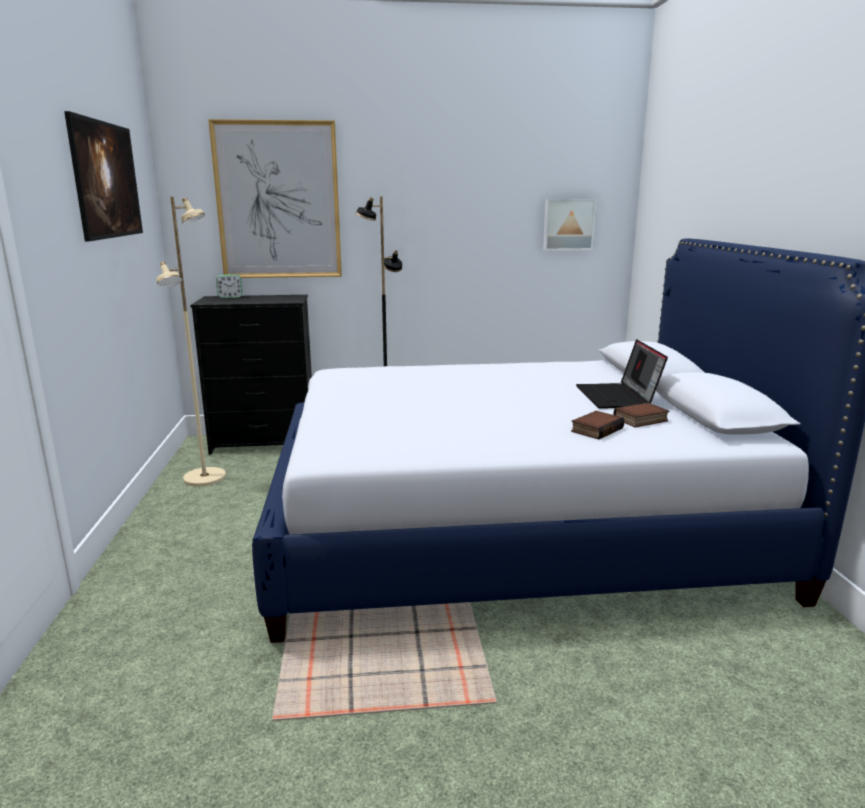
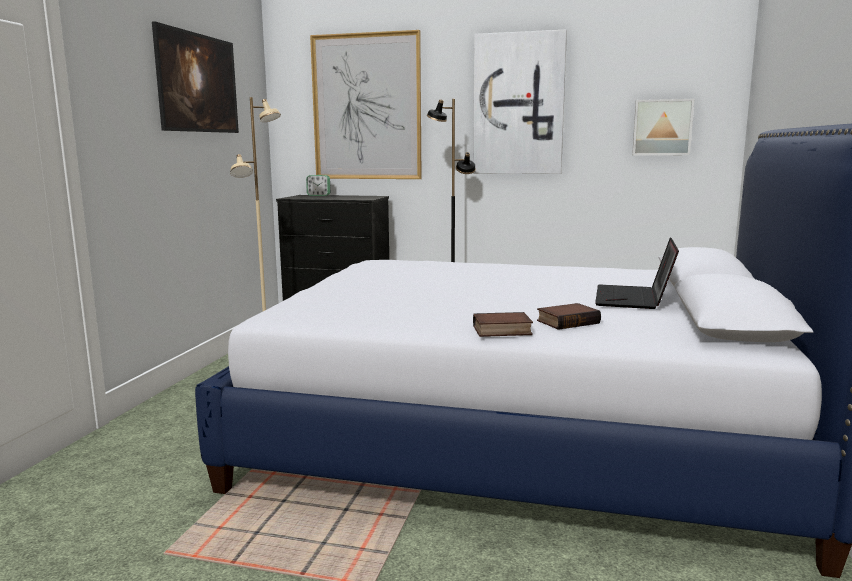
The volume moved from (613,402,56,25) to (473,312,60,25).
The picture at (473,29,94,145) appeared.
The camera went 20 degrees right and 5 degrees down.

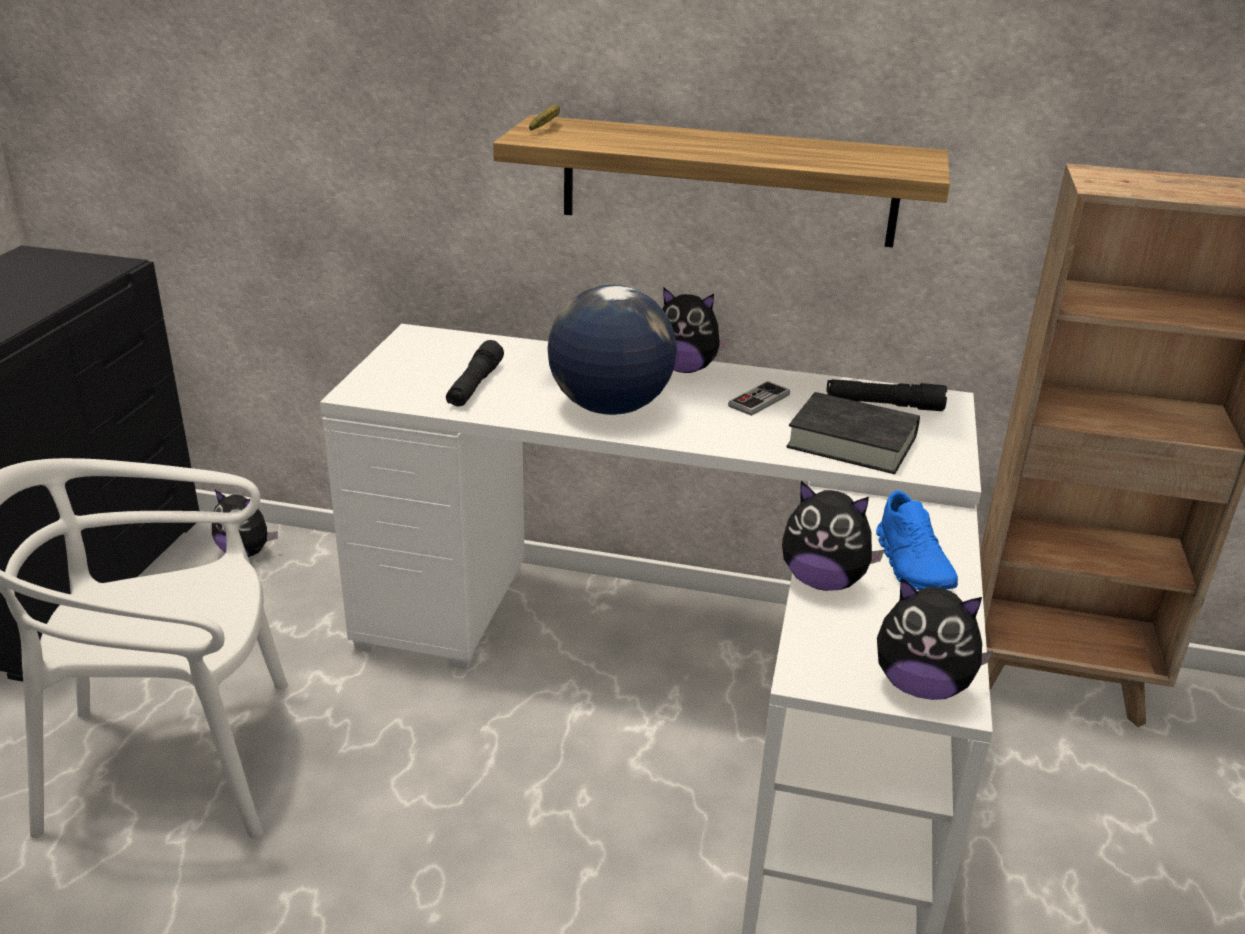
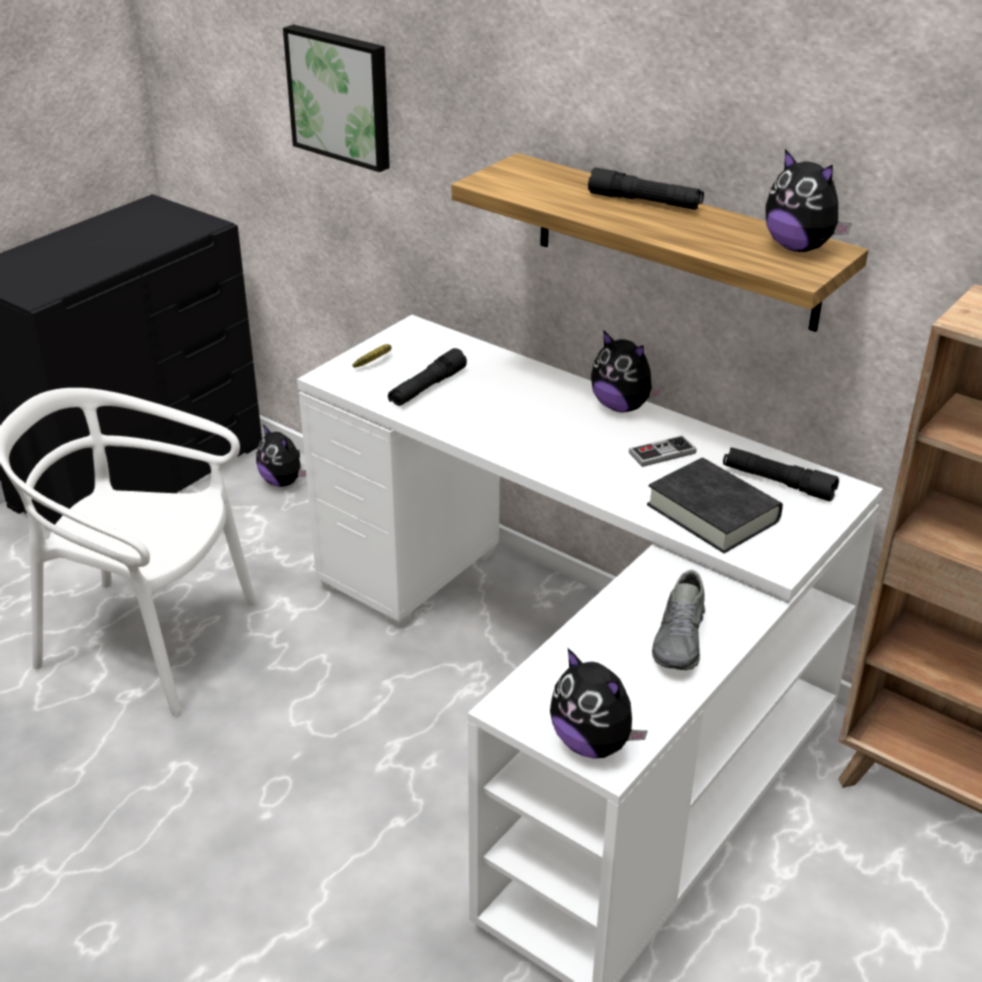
The whole banana moved from (529,105,31,26) to (352,344,40,24).
The world globe at (548,285,129,130) disappeared.
The plush toy moved from (782,481,103,110) to (765,149,87,103).
The blue-coloured shoe at (876,490,82,100) became the greyish shoe at (652,570,53,100).
The picture at (283,24,107,148) appeared.
The black-coloured torch at (588,167,116,43) appeared.
The camera went 25 degrees right and 5 degrees up.

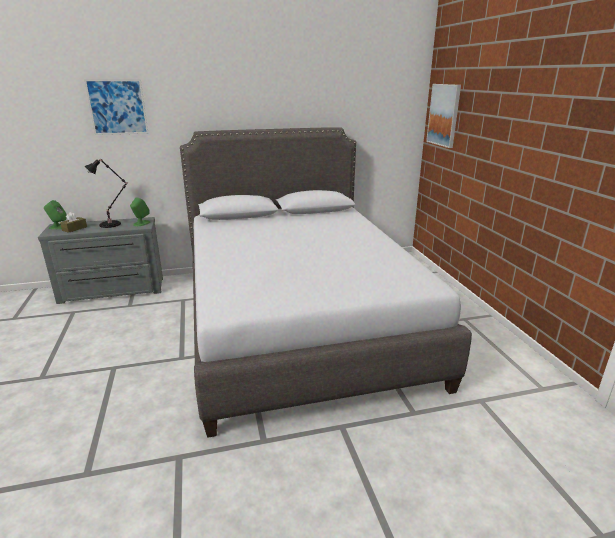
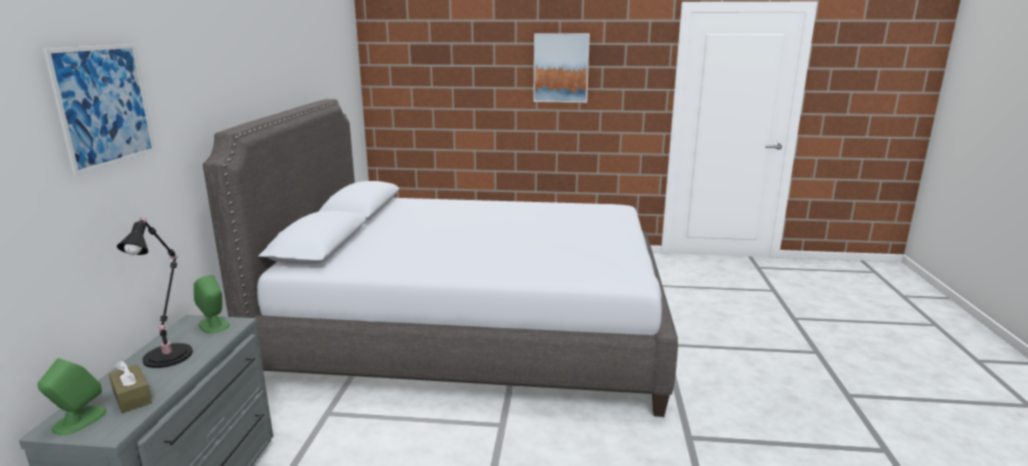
The picture moved from (426,84,35,64) to (533,33,57,70).
The camera went 70 degrees left and 5 degrees down.

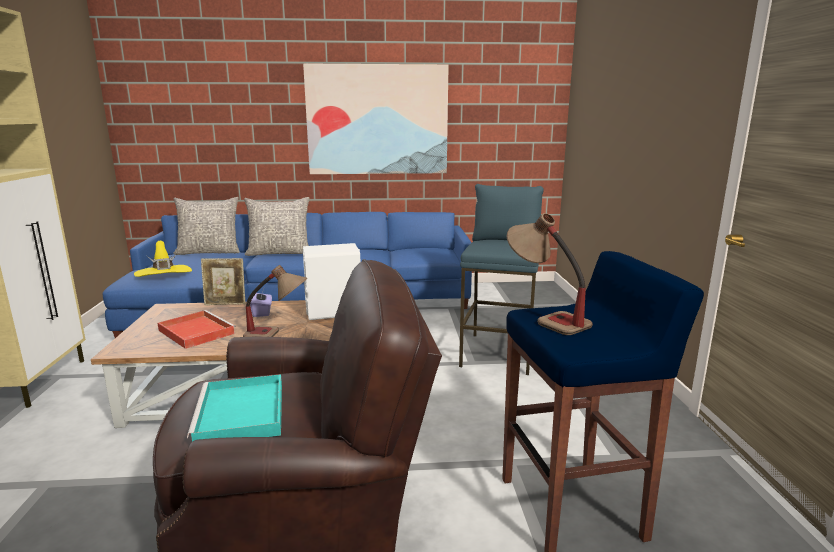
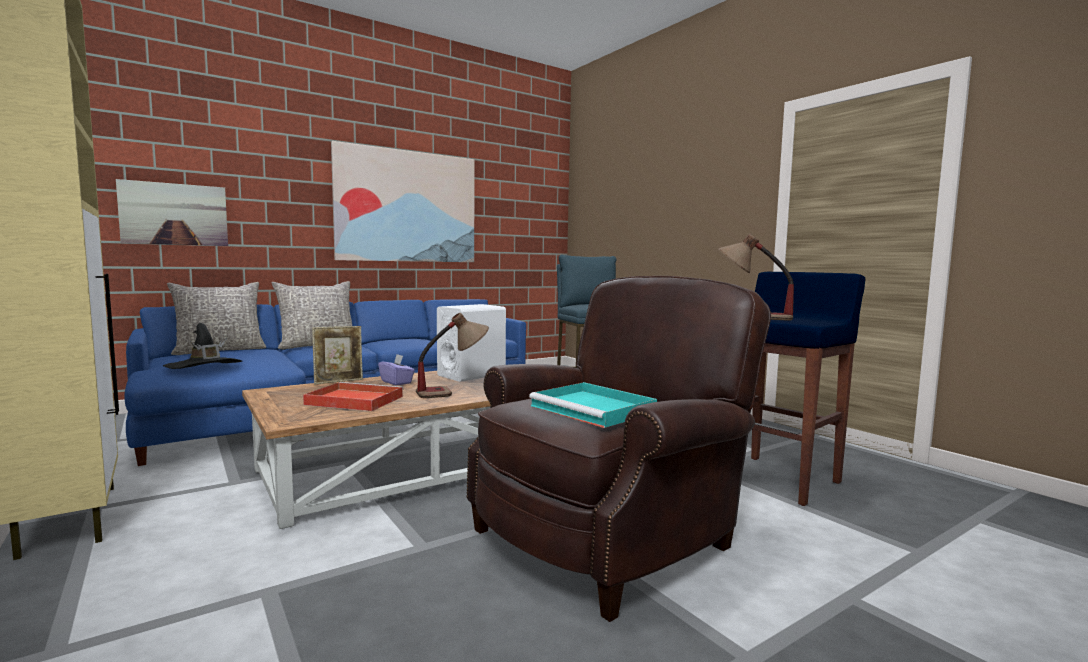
The yellow hat at (134,241,58,36) became the black-coloured hat at (163,323,79,46).
The picture at (116,179,112,67) appeared.
The camera went 30 degrees left and 10 degrees down.

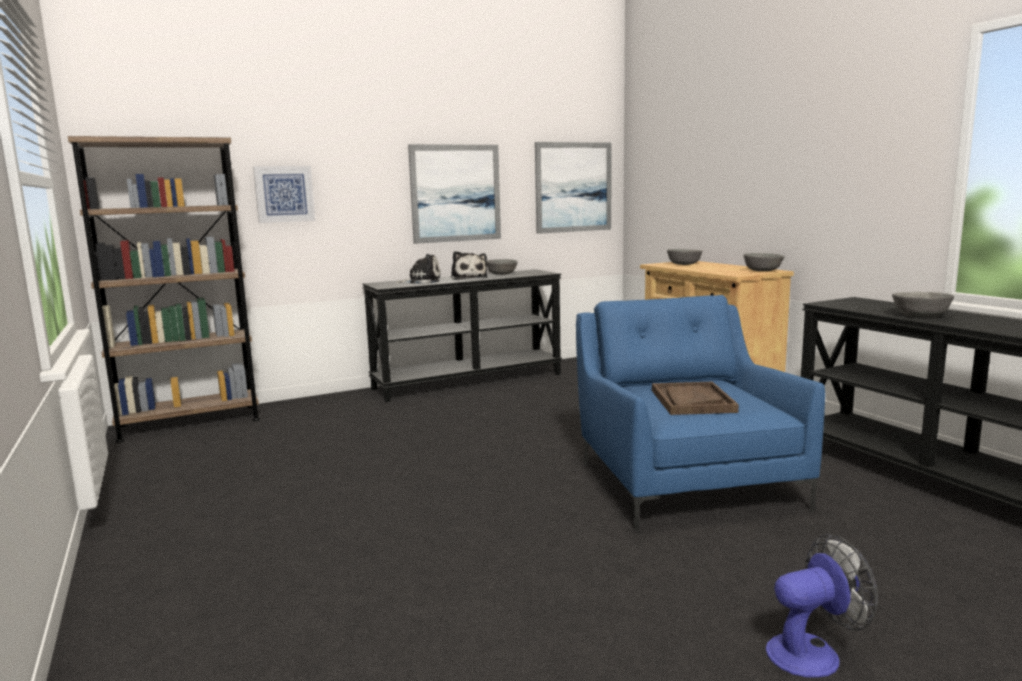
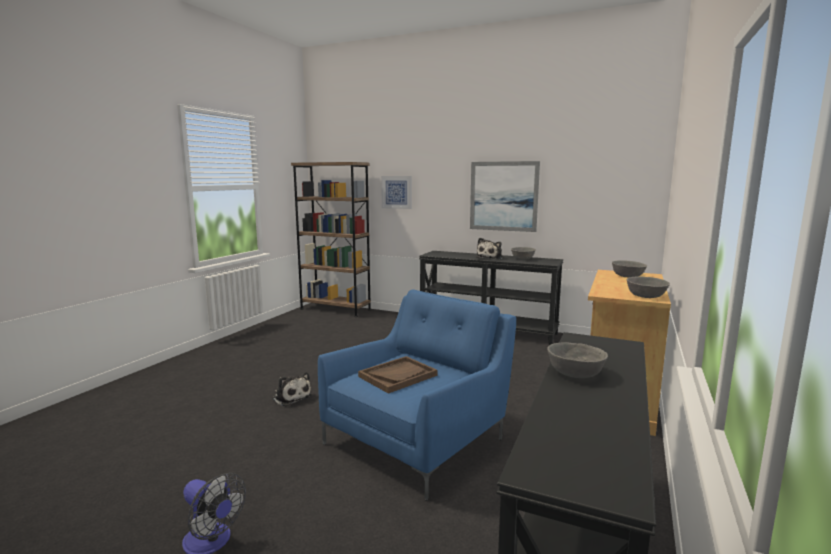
The plush toy moved from (396,254,45,30) to (273,372,39,34).
The picture at (535,142,77,92) disappeared.
The camera went 50 degrees right and 0 degrees up.

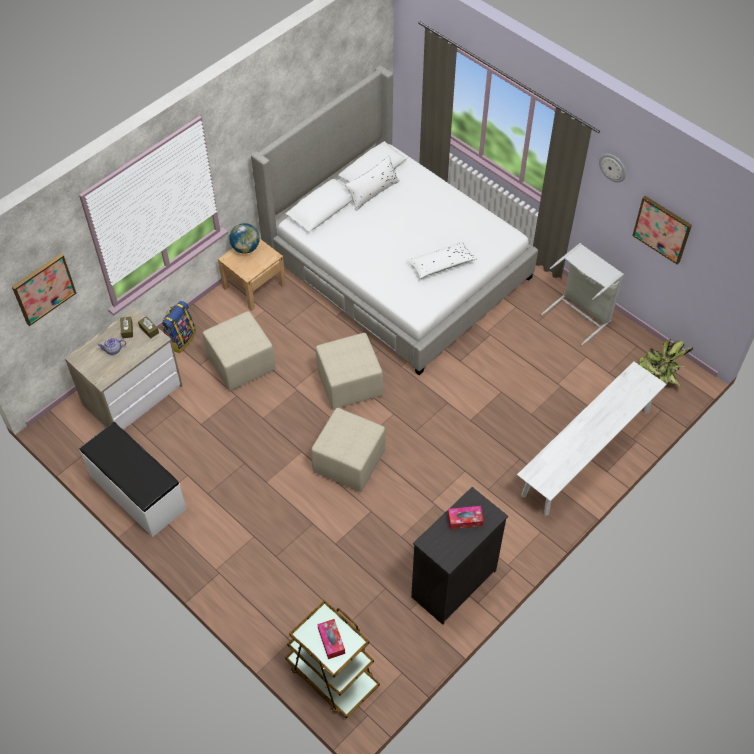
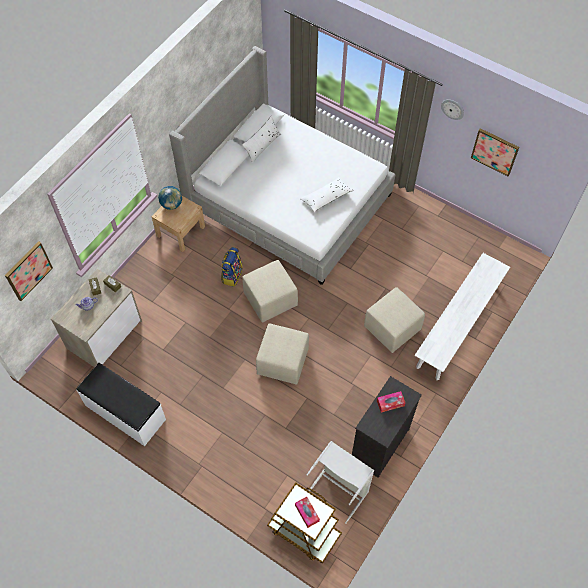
The knapsack moved from (162,301,34,52) to (221,247,22,40).
The sand-coloured pouffe moved from (203,311,73,80) to (364,287,61,66).
The greyish washing basket moved from (541,243,83,102) to (306,441,68,83).
The plant in a pot at (639,339,54,49) disappeared.
The camera went 10 degrees left and 5 degrees up.

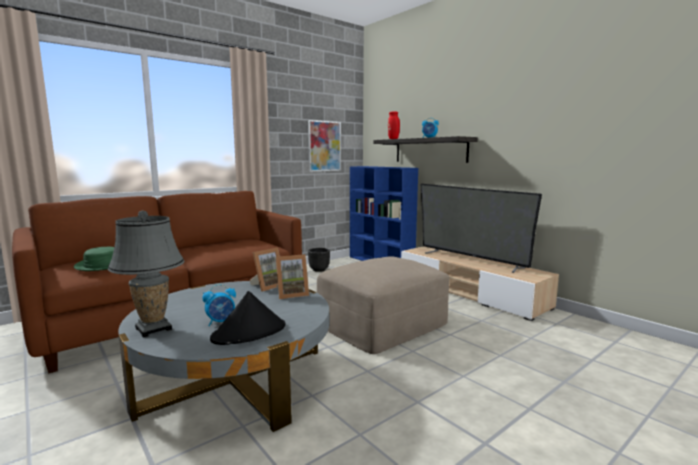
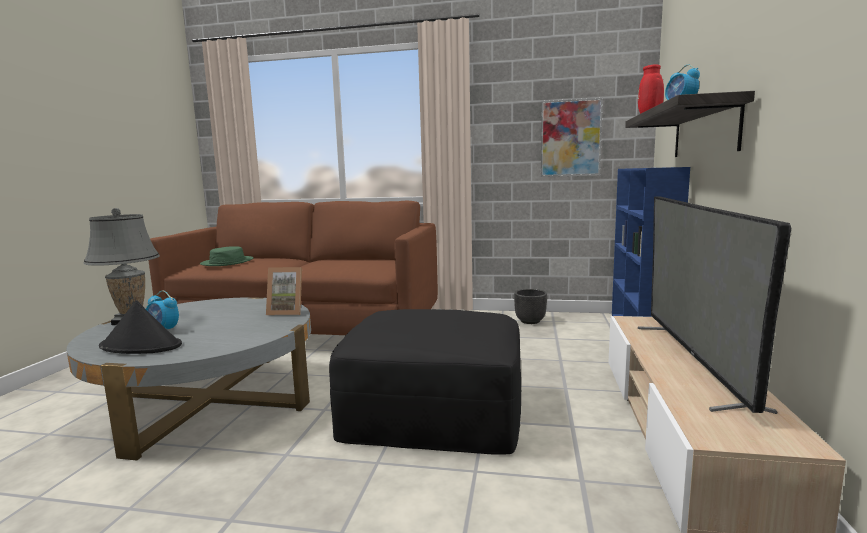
The photo frame at (276,254,33,45) disappeared.
The sand-coloured pouffe at (317,256,132,98) became the black-coloured pouffe at (329,309,192,146).
The camera went 50 degrees right and 0 degrees up.

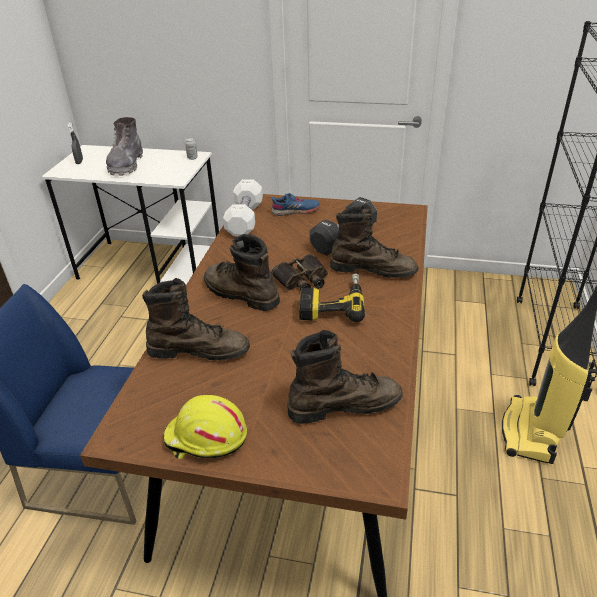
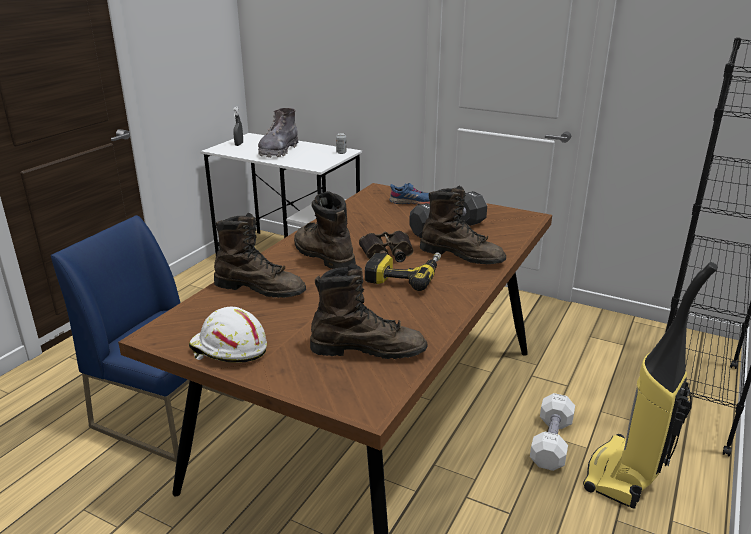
The yellow work helmet at (164,395,83,64) became the white-coloured work helmet at (189,307,78,56).
The white-coloured dumbbell moved from (223,179,40,57) to (530,393,45,78).
The camera went 15 degrees right and 10 degrees down.

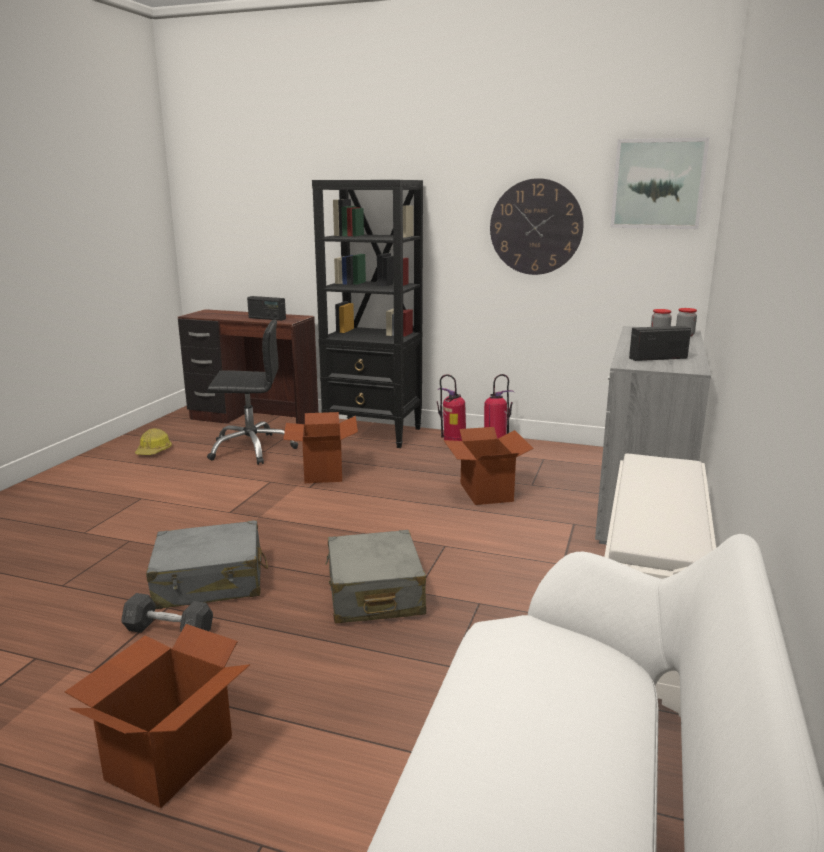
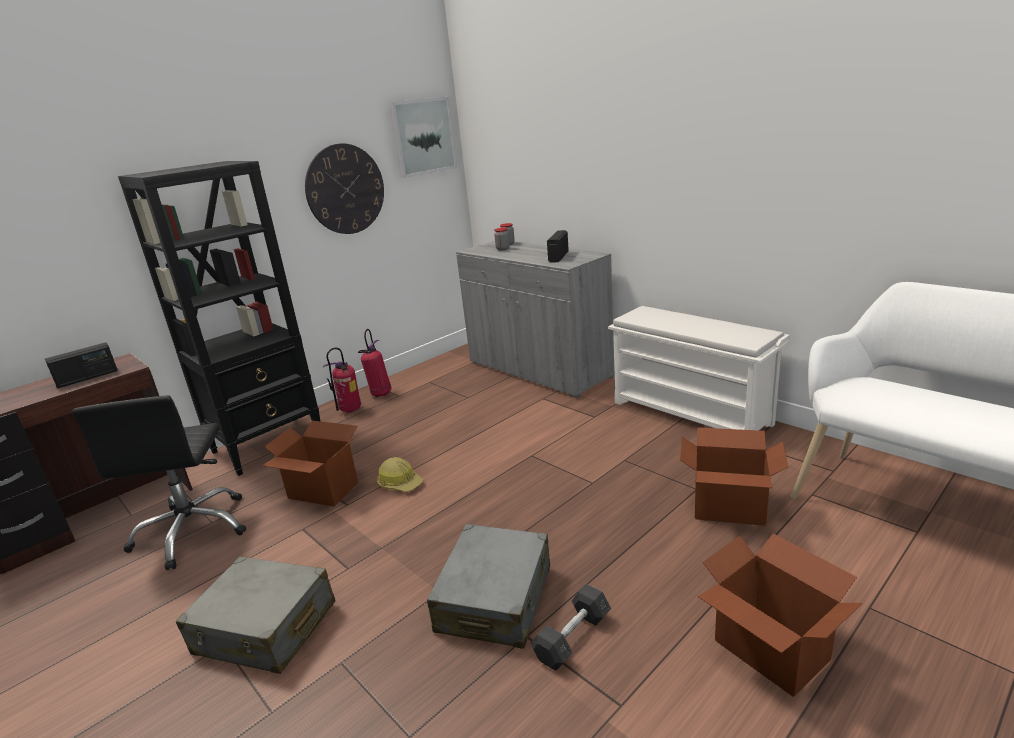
The work helmet moved from (135,428,37,27) to (377,457,46,35).
The black-coloured desk chair at (207,319,91,146) turned 150 degrees clockwise.
The greyish travel case moved from (325,530,101,93) to (176,556,159,118).
The packing box moved from (443,427,91,78) to (680,427,108,99).
The camera went 60 degrees left and 5 degrees up.

